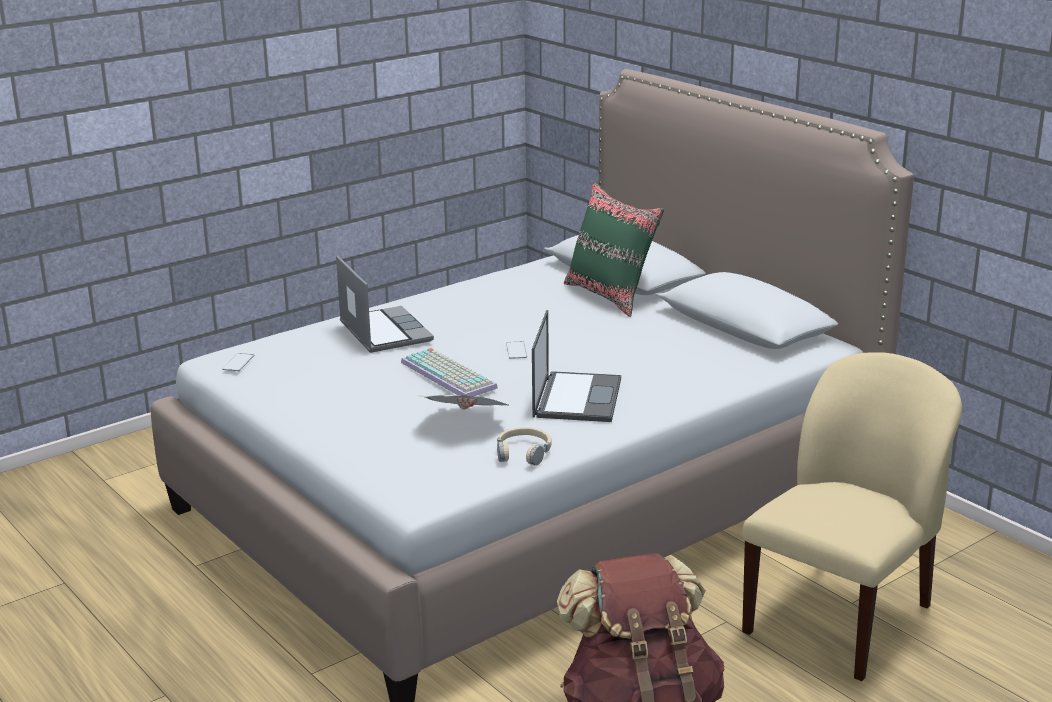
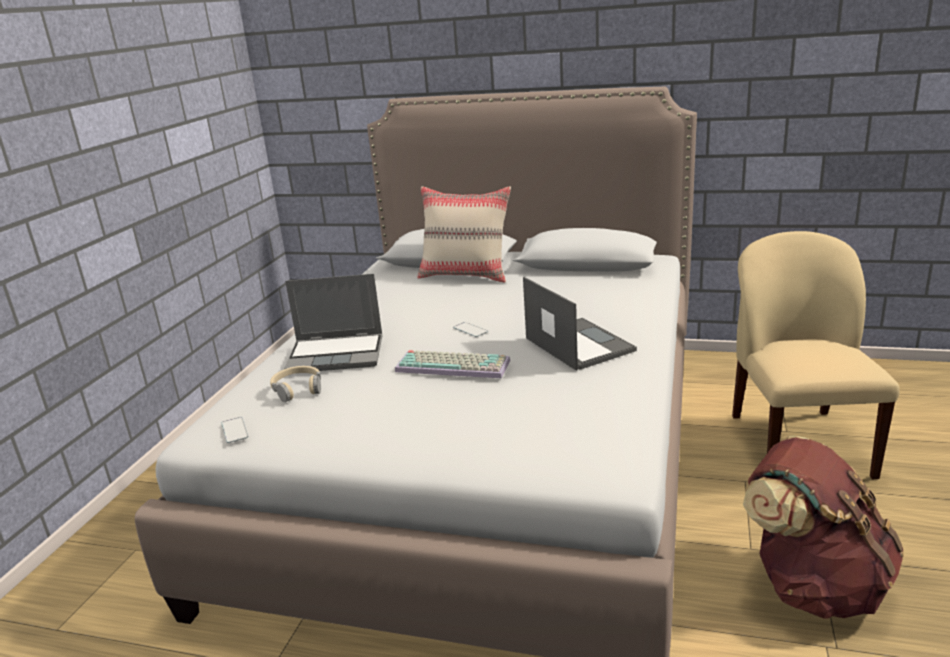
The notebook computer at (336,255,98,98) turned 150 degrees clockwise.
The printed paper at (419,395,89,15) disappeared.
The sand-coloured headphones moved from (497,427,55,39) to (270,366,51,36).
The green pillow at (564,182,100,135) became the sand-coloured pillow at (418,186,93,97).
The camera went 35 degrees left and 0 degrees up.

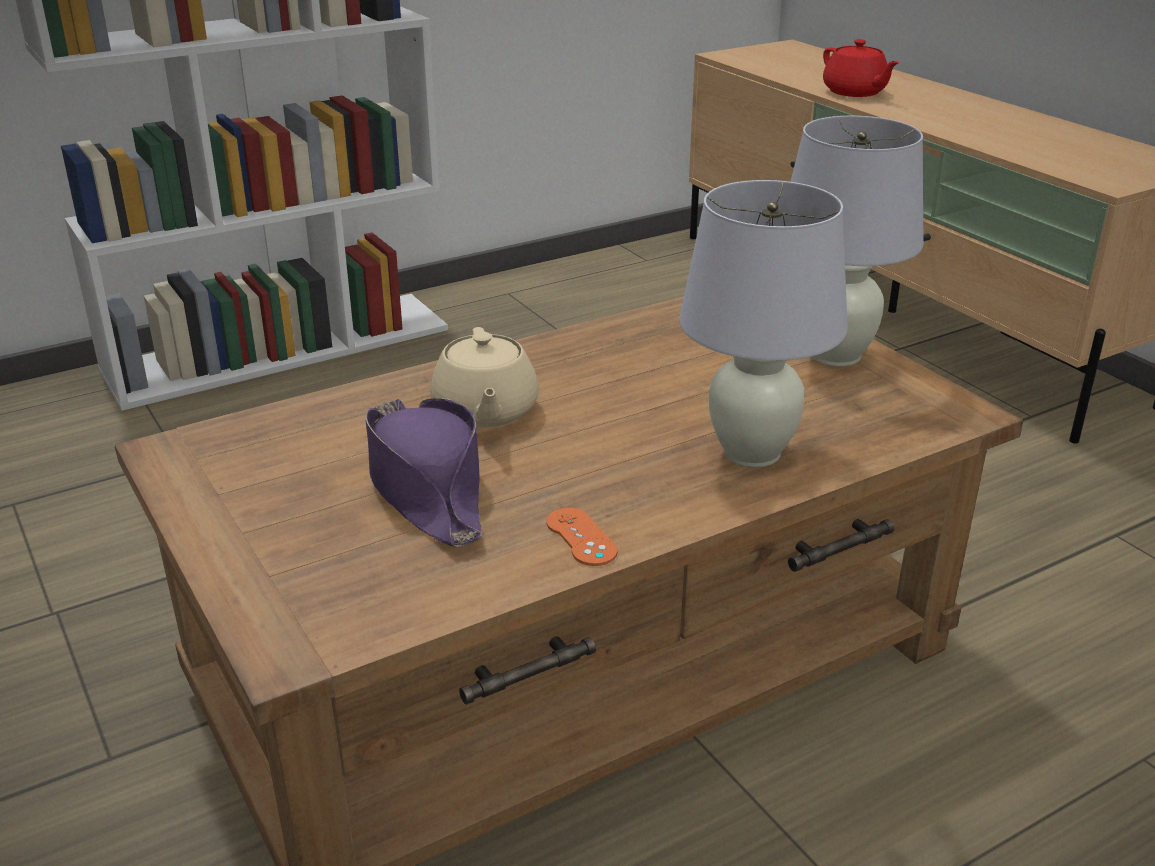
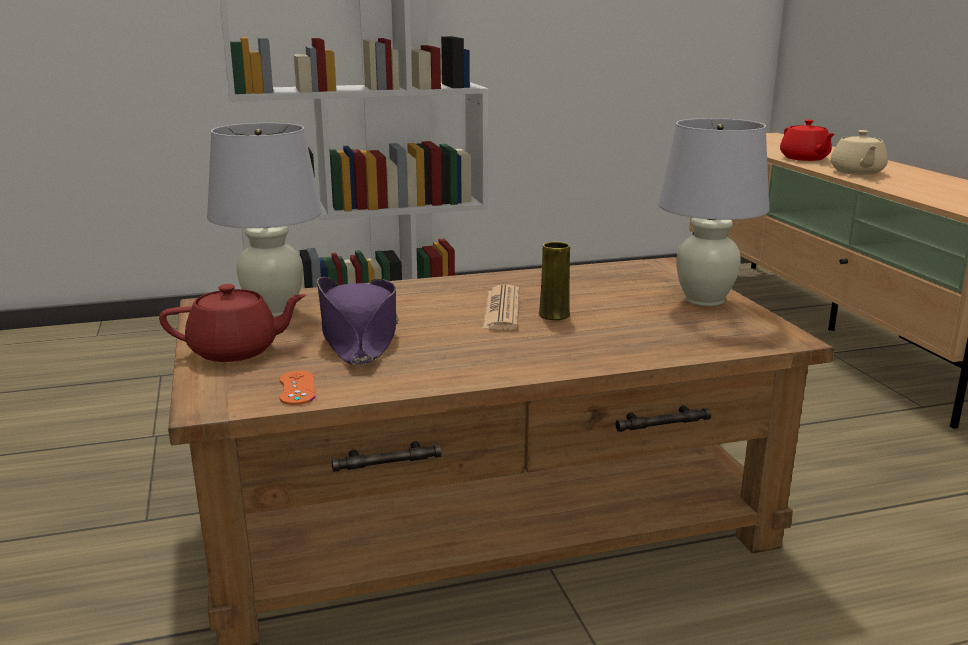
The sand-coloured teapot moved from (430,327,109,101) to (831,130,57,45).
The orangey game controller moved from (546,508,72,58) to (280,371,35,34).
The white-coloured lamp for a table moved from (679,180,169,288) to (207,123,115,194).
The red teapot at (159,284,147,78) appeared.
The printed paper at (482,285,37,45) appeared.
The yellow decorative vase at (539,241,31,79) appeared.
The camera went 15 degrees right and 10 degrees down.

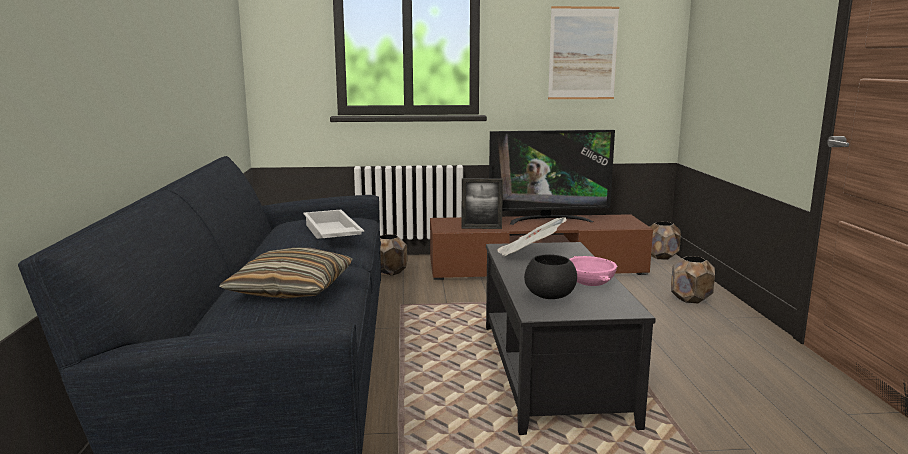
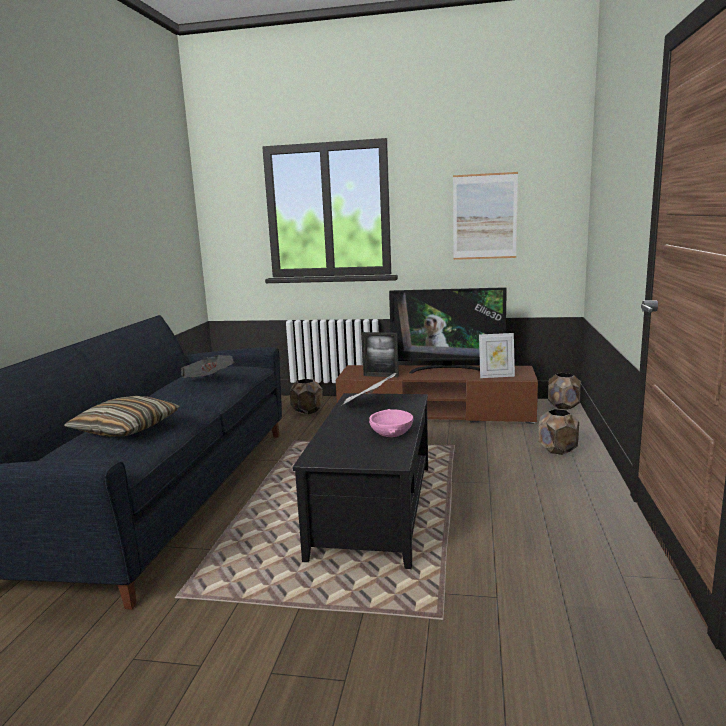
The white-coloured carrying tray at (303,210,61,29) was replaced by the printed paper at (181,355,53,23).
The black-coloured serving bowl at (524,254,53,45) disappeared.
The photo frame at (479,333,36,45) appeared.
The camera went 15 degrees right and 0 degrees up.

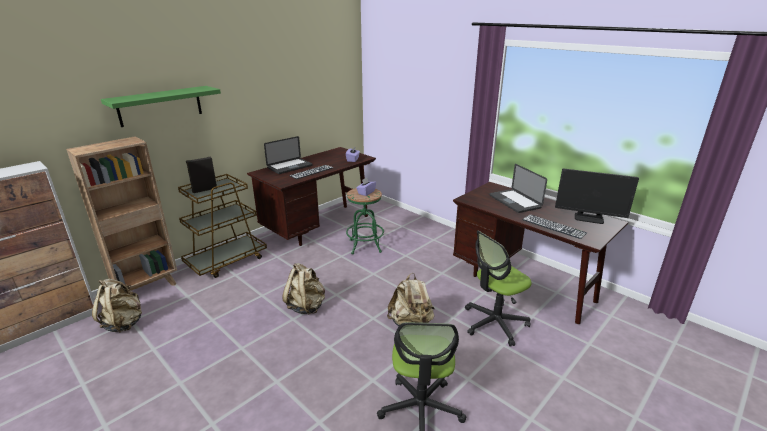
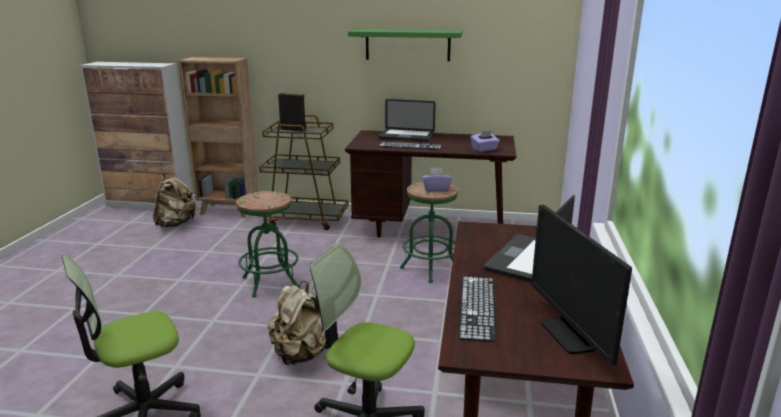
The green bracket shelf moved from (101,86,120,41) to (348,29,114,32).
The sand-coloured knapsack at (283,263,42,52) was replaced by the green stool at (236,191,62,106).
The camera went 55 degrees right and 5 degrees down.

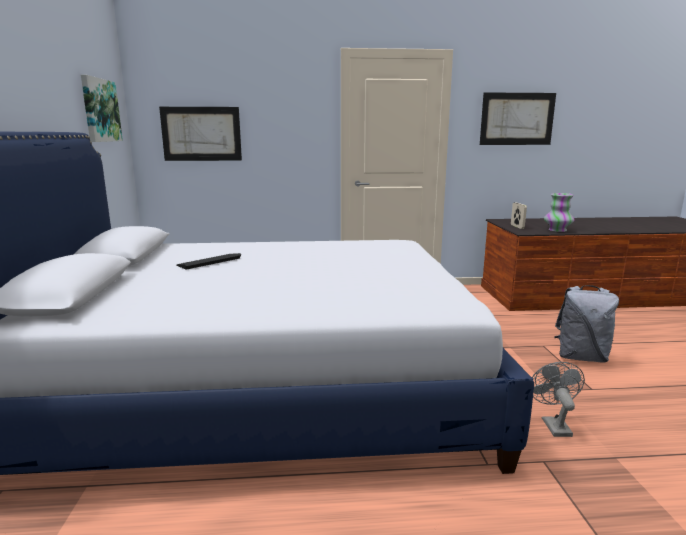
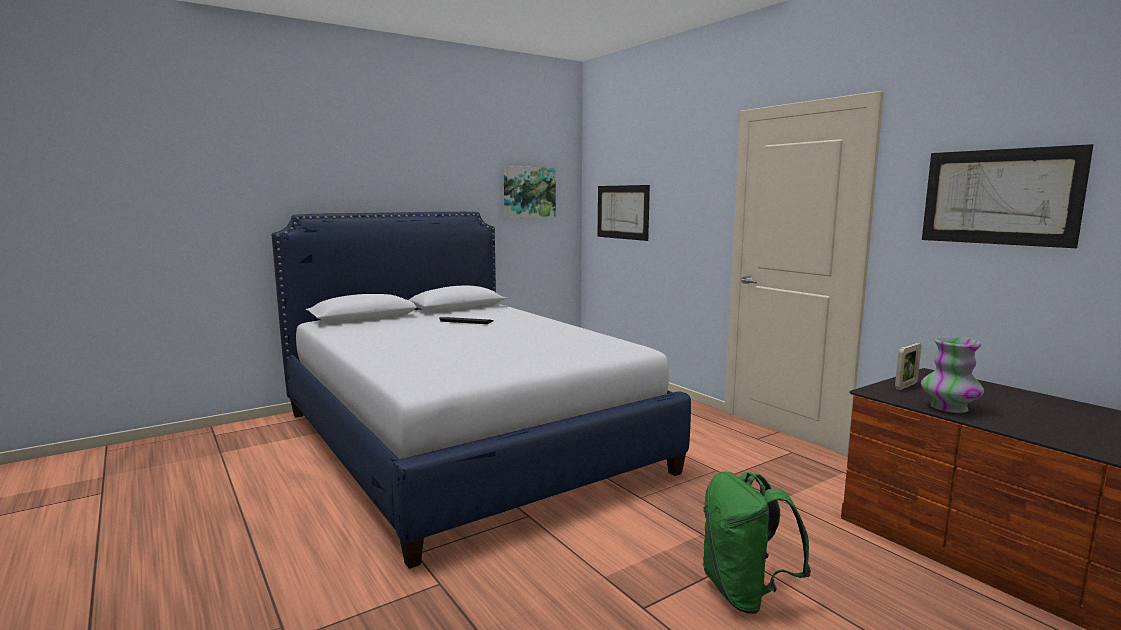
The greyish cooling fan at (532,362,53,75) disappeared.
The greyish knapsack at (554,285,65,77) became the green knapsack at (702,471,109,143).
The camera went 60 degrees right and 5 degrees down.

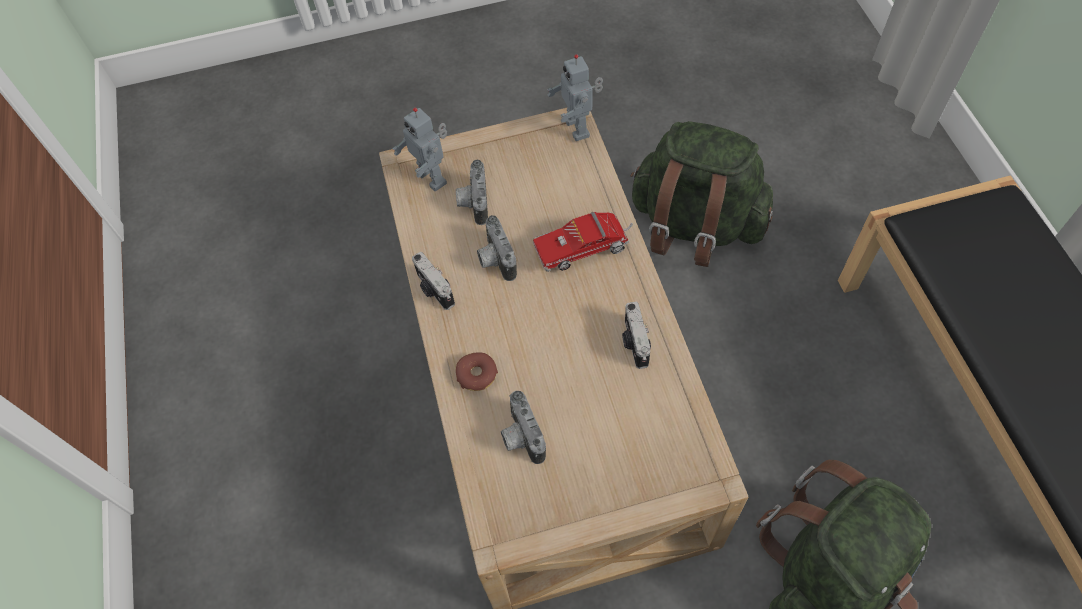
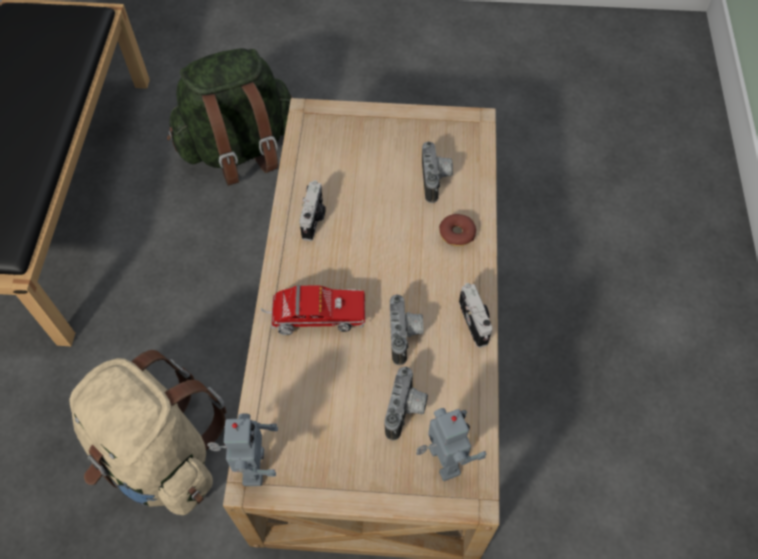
The green knapsack at (630,121,143,146) became the sand-coloured knapsack at (69,350,158,165).
The camera went 165 degrees left and 0 degrees up.

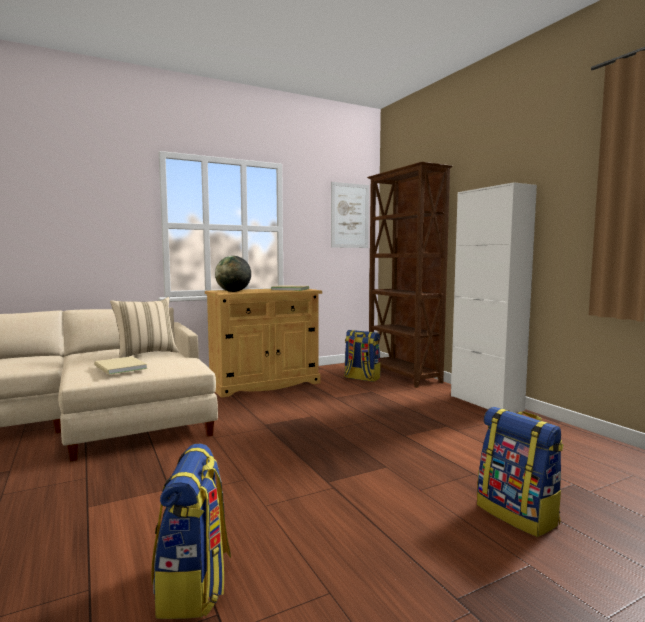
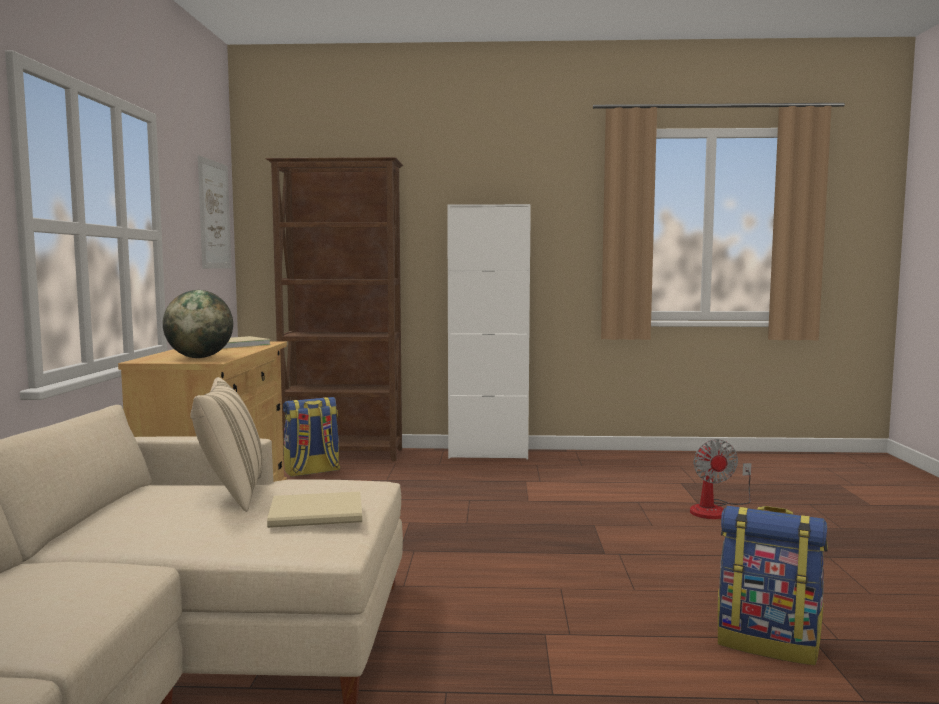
The knapsack at (477,407,87,130) was replaced by the cooling fan at (690,439,62,80).
The camera went 60 degrees left and 0 degrees up.

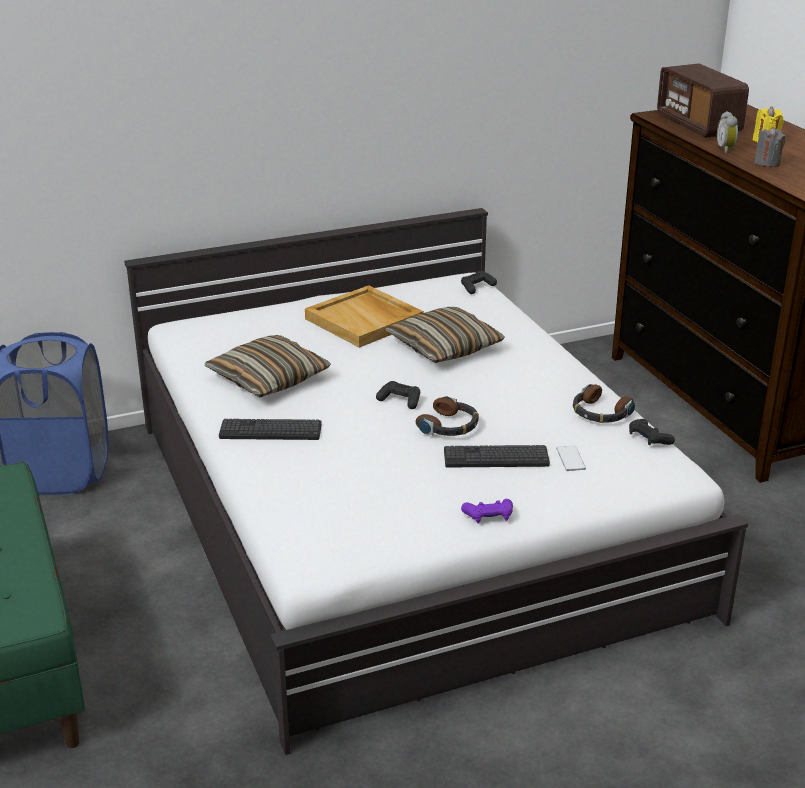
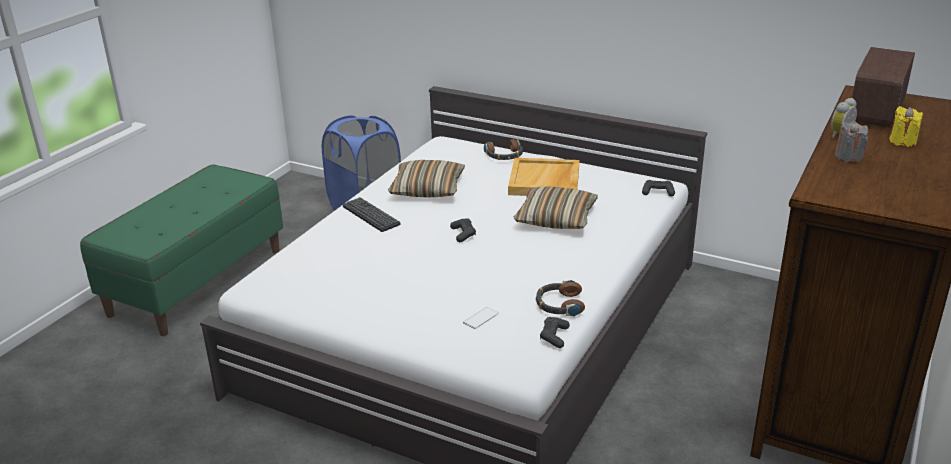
The headphones moved from (416,396,63,40) to (484,139,39,21).
The computer keyboard at (444,445,106,22) disappeared.
The purple game controller at (461,499,52,24) disappeared.
The camera went 50 degrees right and 0 degrees up.

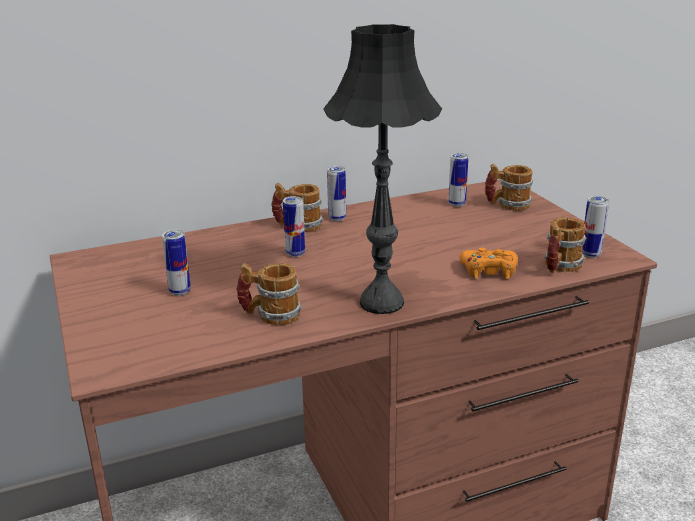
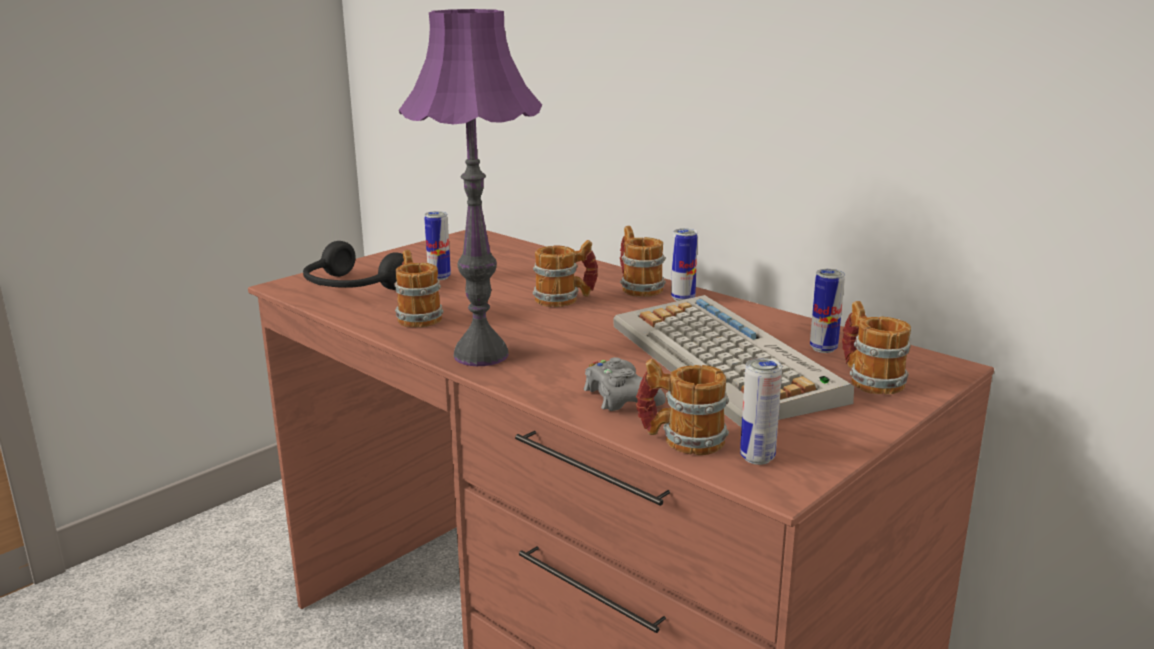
The can at (283,196,22,61) was replaced by the tea mug at (533,240,65,67).
The black-coloured lamp for a table at (323,24,119,290) became the purple lamp for a table at (399,9,143,357).
The orangey game controller at (459,247,59,32) became the greyish game controller at (584,357,82,54).
The black-coloured headphones at (303,241,101,49) appeared.
The computer keyboard at (613,295,241,133) appeared.
The camera went 65 degrees right and 5 degrees down.

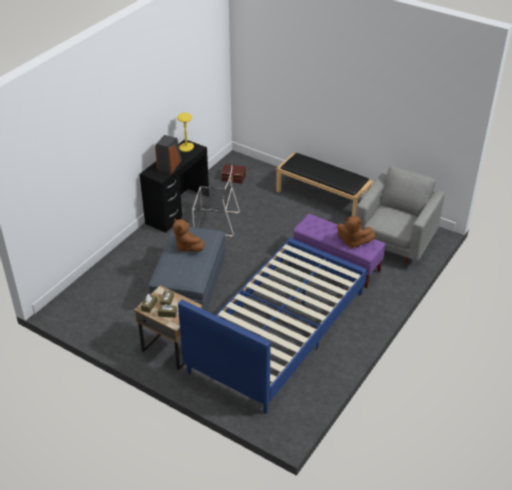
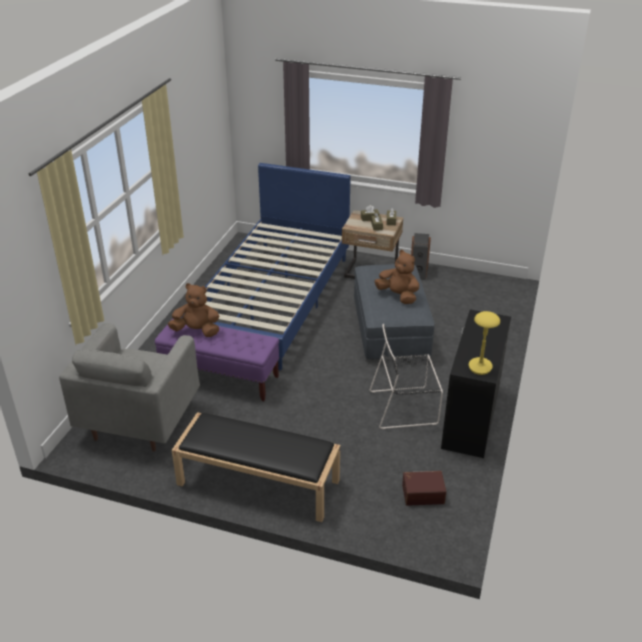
The speaker moved from (155,135,27,39) to (411,233,20,47).
The camera went 165 degrees right and 5 degrees down.

